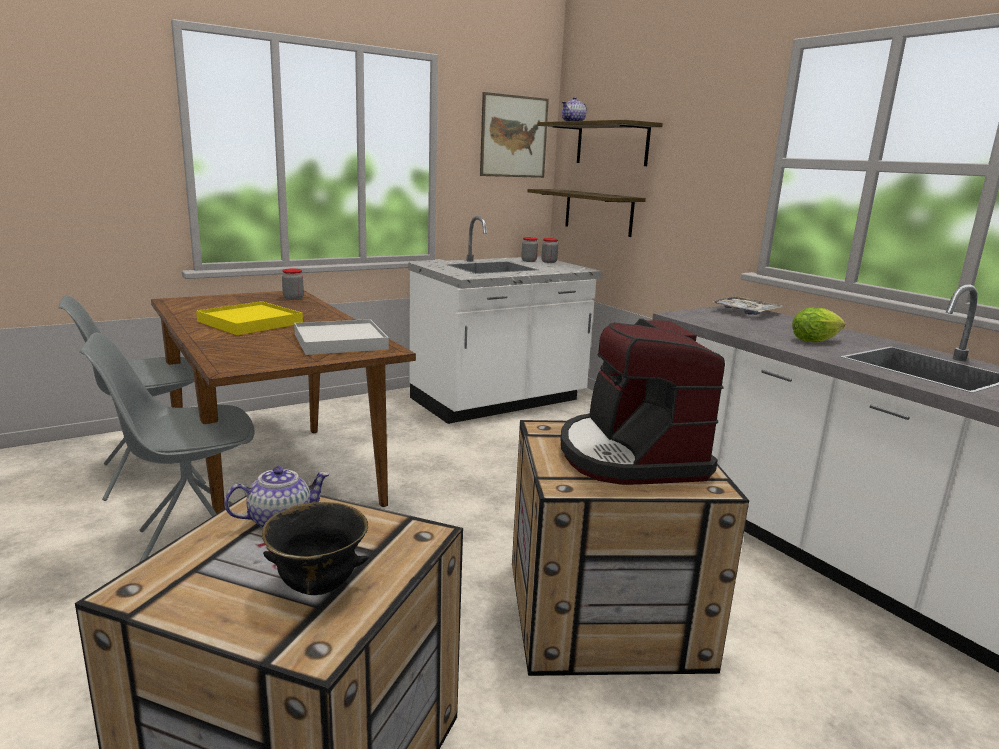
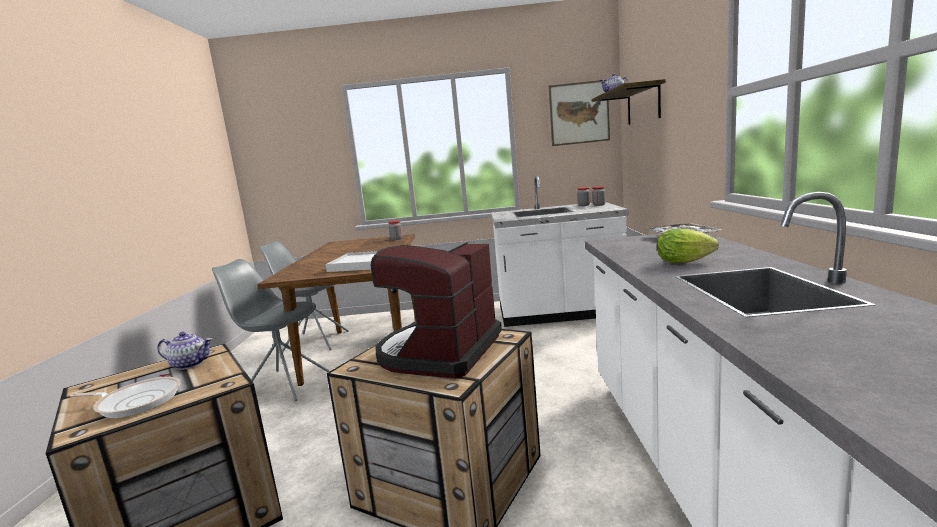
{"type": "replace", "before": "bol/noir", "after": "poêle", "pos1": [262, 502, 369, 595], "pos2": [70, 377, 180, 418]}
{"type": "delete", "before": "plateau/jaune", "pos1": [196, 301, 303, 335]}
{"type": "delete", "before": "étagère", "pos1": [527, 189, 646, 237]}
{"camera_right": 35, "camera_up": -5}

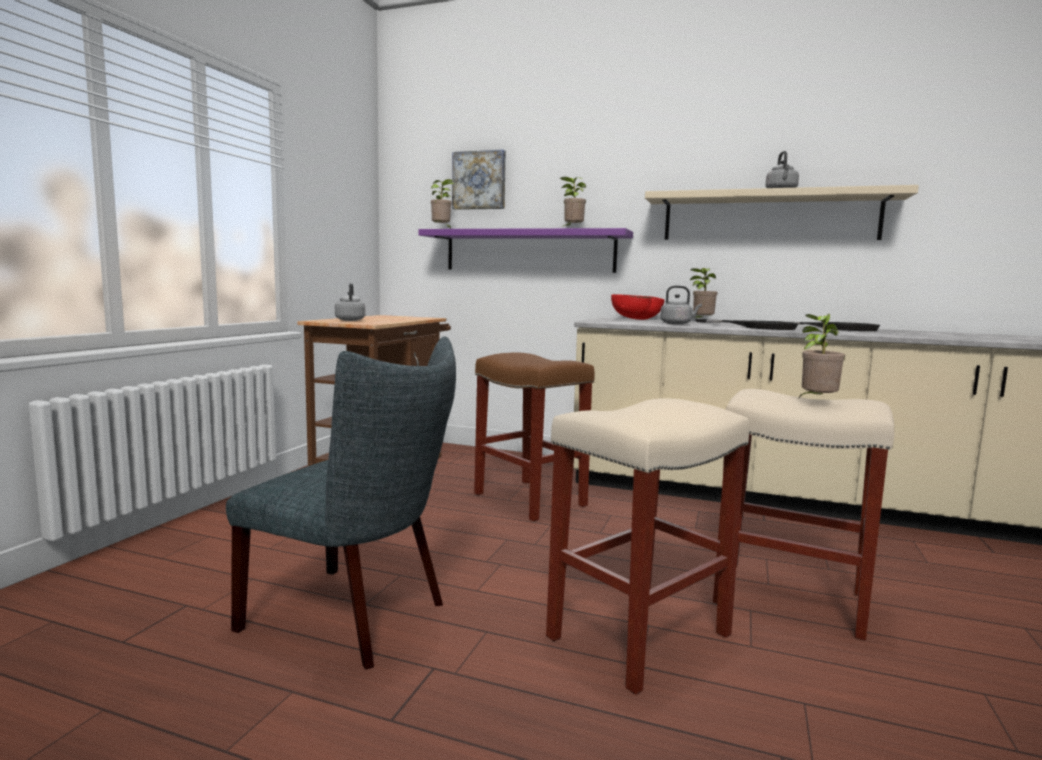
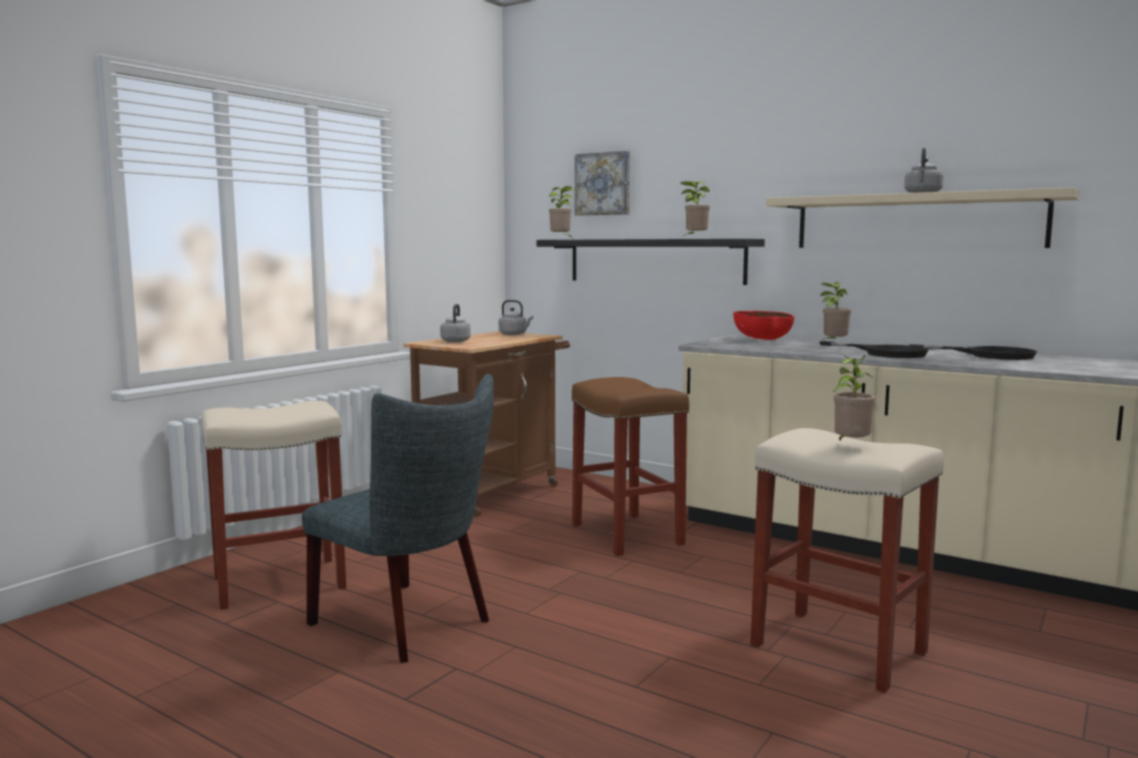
{"type": "move", "before": "tabouret/beige", "pos1": [546, 398, 749, 695], "pos2": [201, 401, 346, 610]}
{"type": "move", "before": "bouilloire/gris", "pos1": [660, 285, 702, 325], "pos2": [499, 300, 533, 335]}
{"type": "recolor", "before": "étagère/violet", "after": "étagère/noir", "pos1": [418, 228, 633, 273], "pos2": [537, 239, 765, 285]}
{"camera_right": 15, "camera_up": 0}

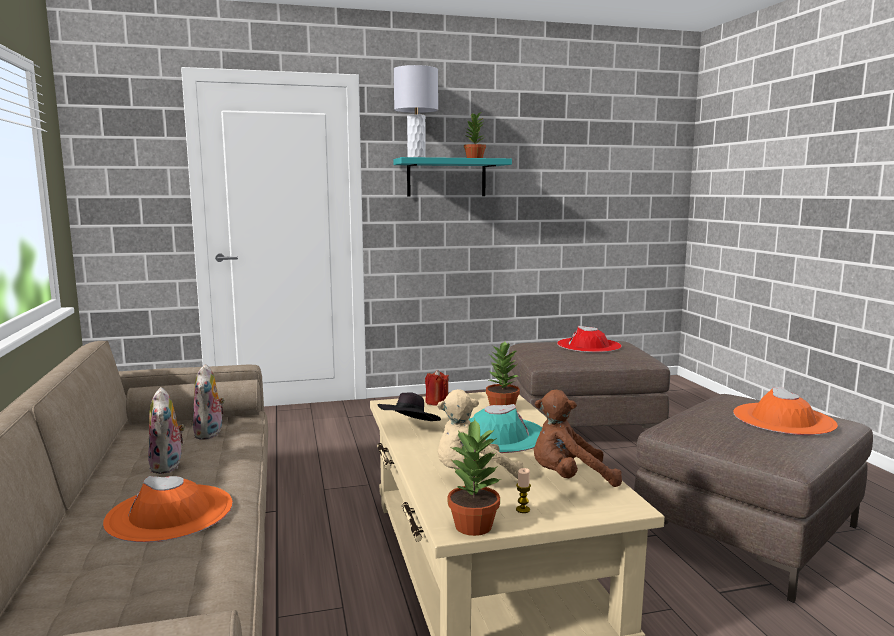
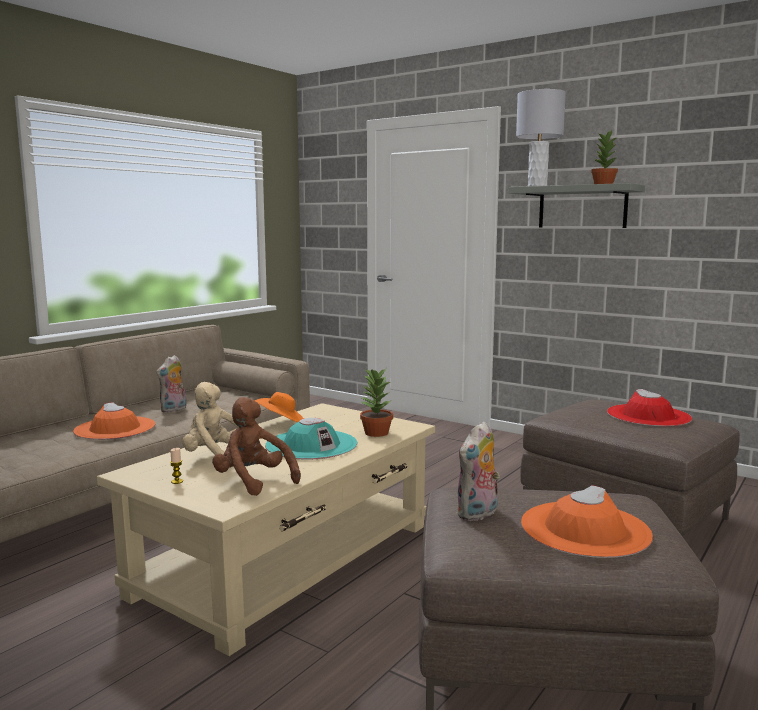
{"type": "recolor", "before": "chapeau/noir", "after": "chapeau/orange", "pos1": [377, 392, 441, 421], "pos2": [254, 392, 304, 422]}
{"type": "move", "before": "peluche", "pos1": [193, 364, 225, 440], "pos2": [456, 421, 500, 521]}
{"type": "recolor", "before": "étagère/turquoise", "after": "étagère/gris", "pos1": [393, 157, 512, 197], "pos2": [508, 183, 645, 228]}
{"type": "delete", "before": "bougie/rouge", "pos1": [425, 370, 449, 406]}
{"type": "delete", "before": "plante en pot", "pos1": [448, 419, 501, 536]}
{"camera_right": 50, "camera_up": 0}

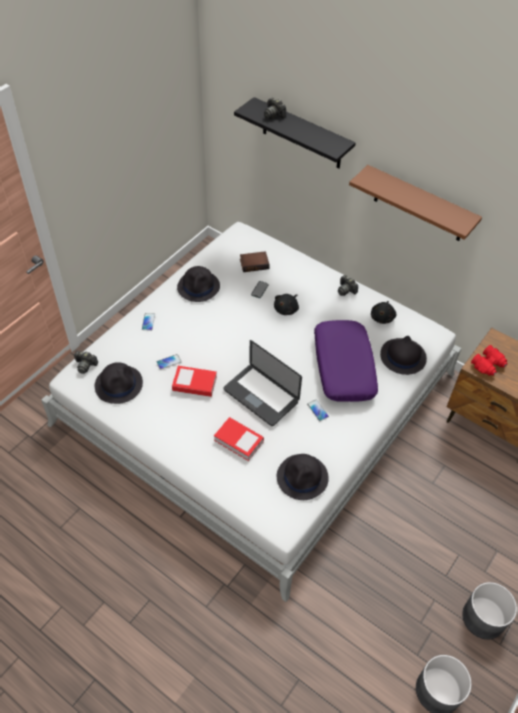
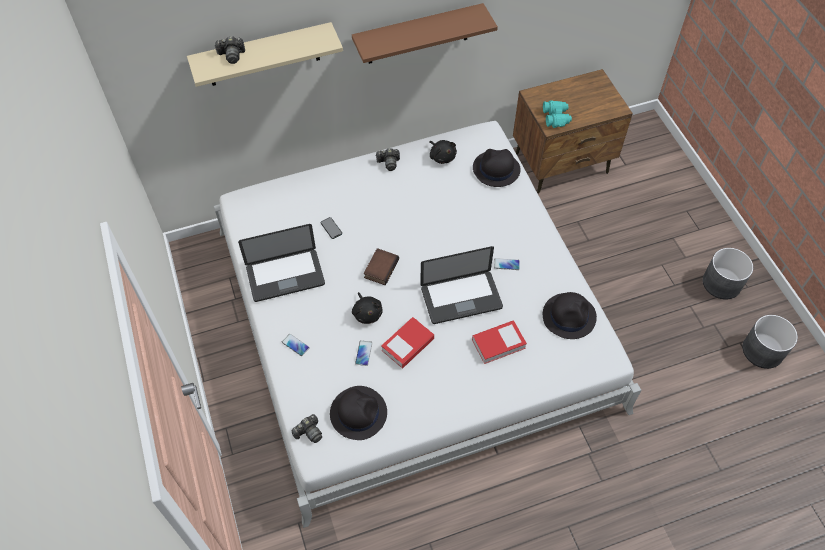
{"type": "recolor", "before": "étagère/noir", "after": "étagère/beige", "pos1": [234, 97, 356, 168], "pos2": [187, 22, 343, 87]}
{"type": "replace", "before": "chapeau/noir", "after": "ordinateur portable", "pos1": [177, 266, 220, 302], "pos2": [238, 224, 325, 302]}
{"type": "move", "before": "peluche/noir", "pos1": [274, 294, 299, 315], "pos2": [352, 292, 383, 324]}
{"type": "move", "before": "livre", "pos1": [240, 251, 270, 272], "pos2": [364, 248, 399, 285]}
{"type": "recolor", "before": "jumelles/rouge", "after": "jumelles/turquoise", "pos1": [471, 345, 508, 376], "pos2": [543, 100, 572, 128]}
{"type": "delete", "before": "coussin/violet", "pos1": [314, 320, 378, 402]}
{"camera_right": -55, "camera_up": 5}

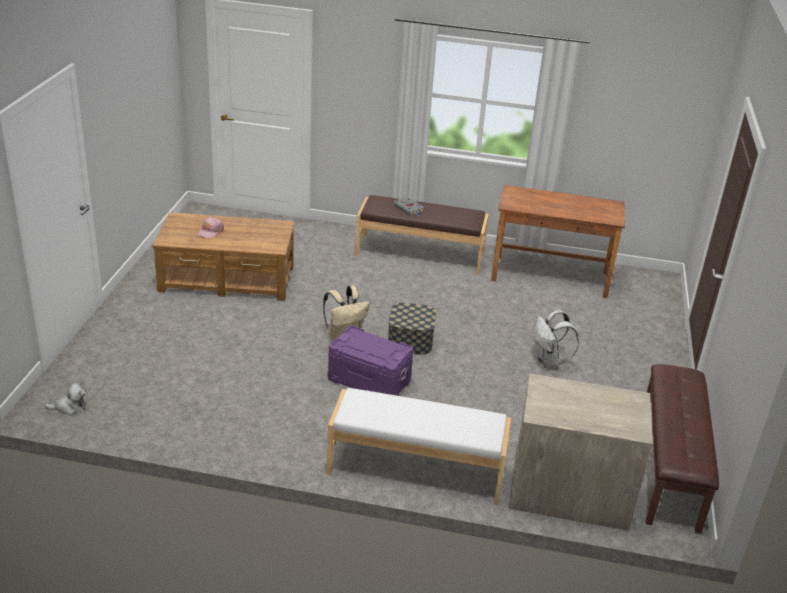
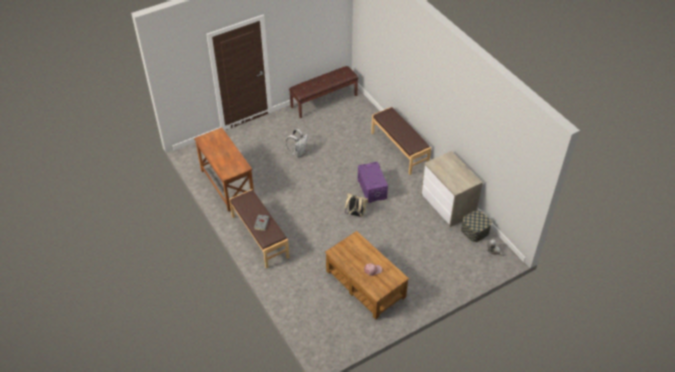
{"type": "recolor", "before": "banc/blanc", "after": "banc/marron", "pos1": [327, 388, 511, 505], "pos2": [371, 107, 431, 175]}
{"type": "move", "before": "commode", "pos1": [509, 373, 653, 531], "pos2": [421, 151, 483, 227]}
{"type": "move", "before": "boîte de rangement", "pos1": [388, 303, 436, 355], "pos2": [461, 210, 492, 242]}
{"camera_right": -130, "camera_up": 15}

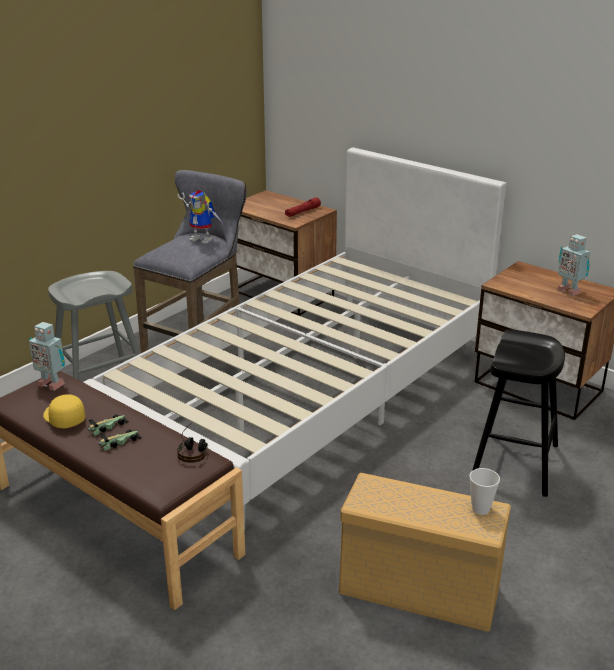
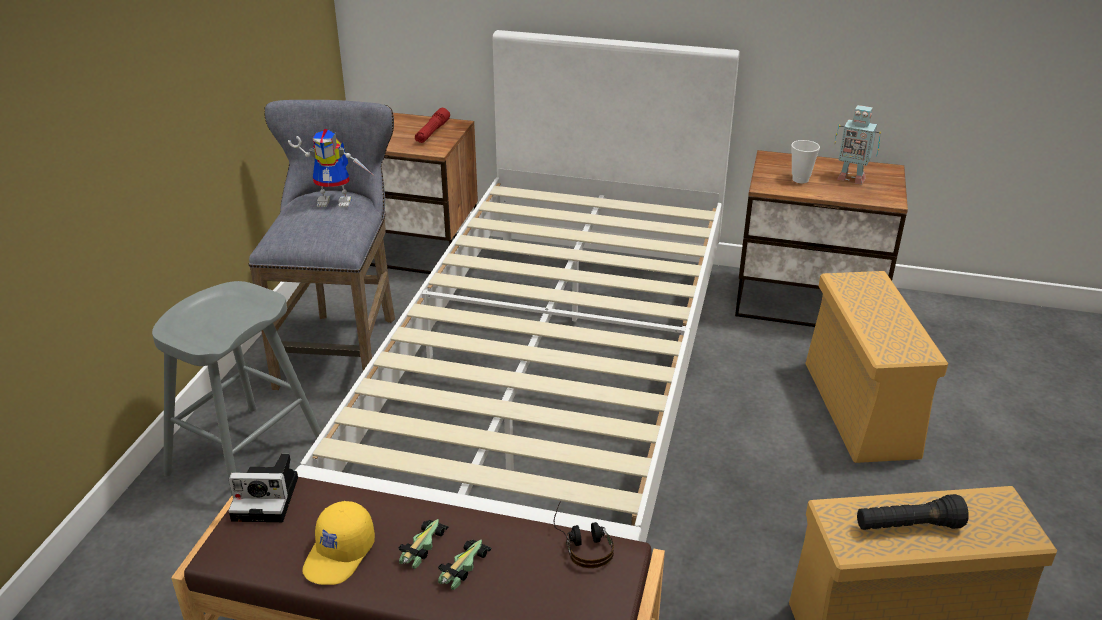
{"type": "replace", "before": "robot jouet", "after": "appareil photo", "pos1": [29, 322, 65, 391], "pos2": [228, 454, 298, 522]}
{"type": "rotate", "before": "casquette/jaune", "pos1": [43, 394, 85, 429], "pos2": [302, 501, 375, 585], "turn": -90}
{"type": "move", "before": "tasse", "pos1": [469, 468, 500, 515], "pos2": [791, 140, 820, 183]}
{"type": "replace", "before": "tabouret/noir", "after": "boîte de rangement/beige", "pos1": [472, 330, 565, 497], "pos2": [805, 271, 948, 463]}
{"type": "insert", "after": "lampe de poche/noir", "pos2": [857, 494, 969, 530]}
{"camera_right": -25, "camera_up": 5}

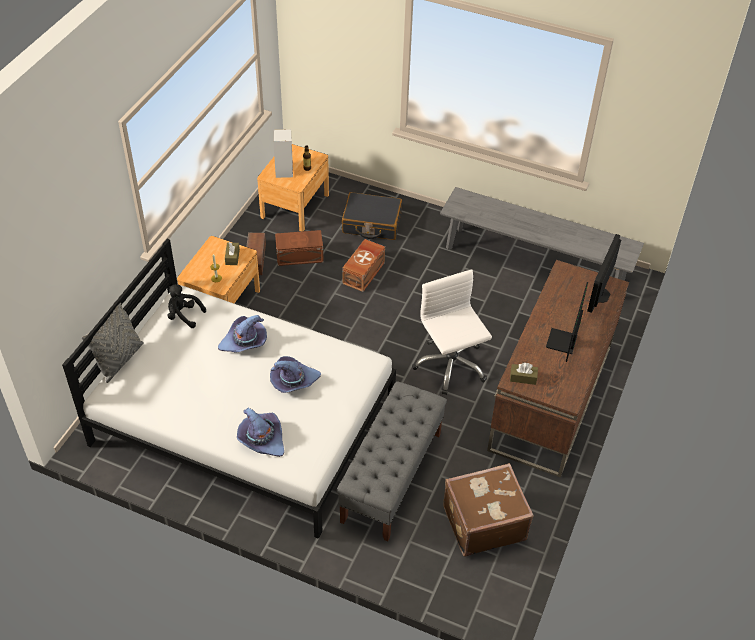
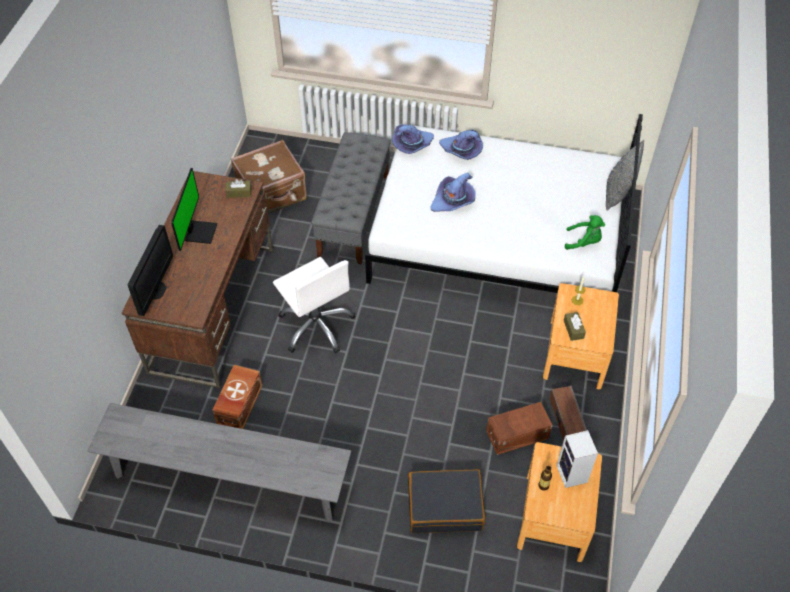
{"type": "move", "before": "boîte de rangement/marron", "pos1": [342, 239, 385, 292], "pos2": [212, 365, 262, 429]}
{"type": "move", "before": "chapeau/violet", "pos1": [218, 315, 267, 353], "pos2": [392, 124, 434, 154]}
{"type": "recolor", "before": "peluche/noir", "after": "peluche/vert", "pos1": [167, 285, 206, 328], "pos2": [565, 215, 605, 250]}
{"camera_right": 170, "camera_up": 5}

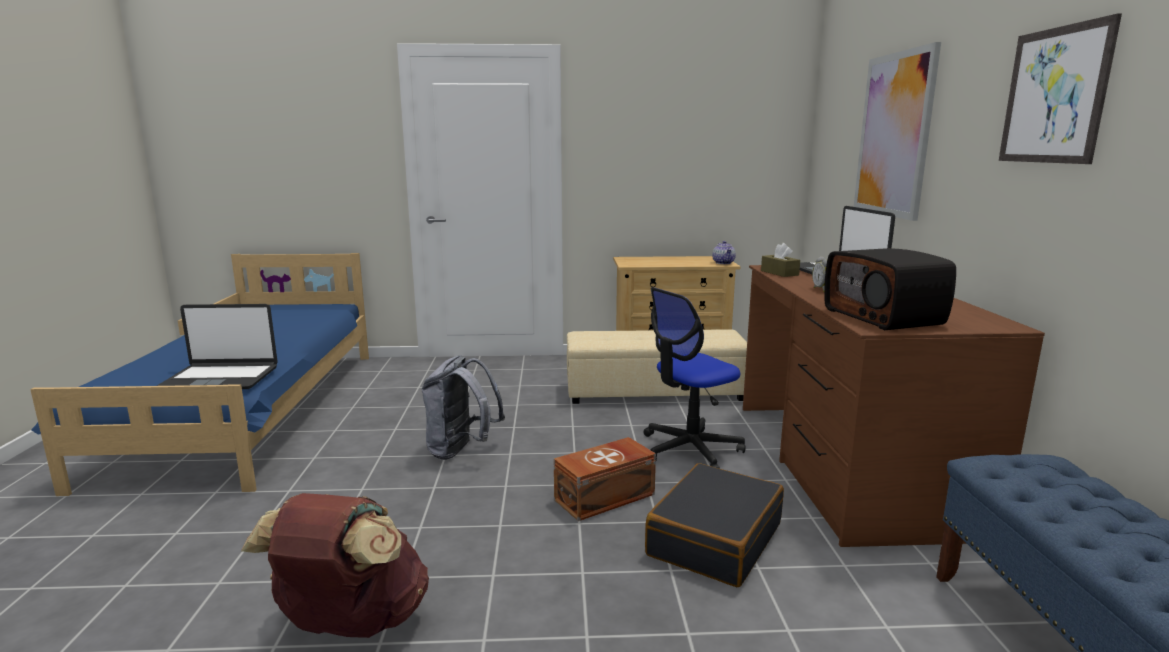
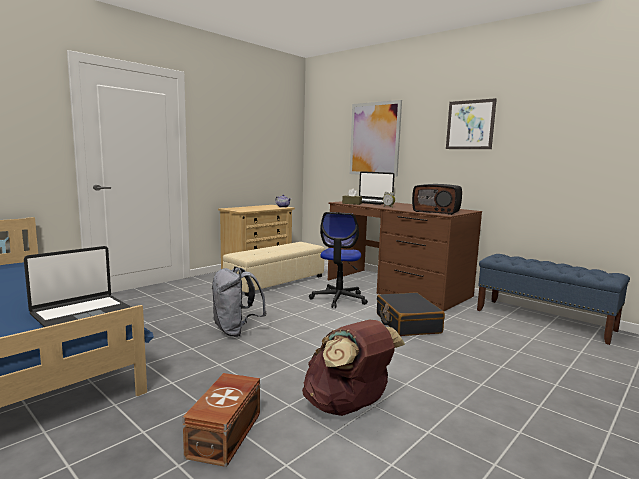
{"type": "move", "before": "boîte de rangement/marron", "pos1": [554, 437, 656, 521], "pos2": [183, 373, 260, 467]}
{"camera_right": -45, "camera_up": -5}

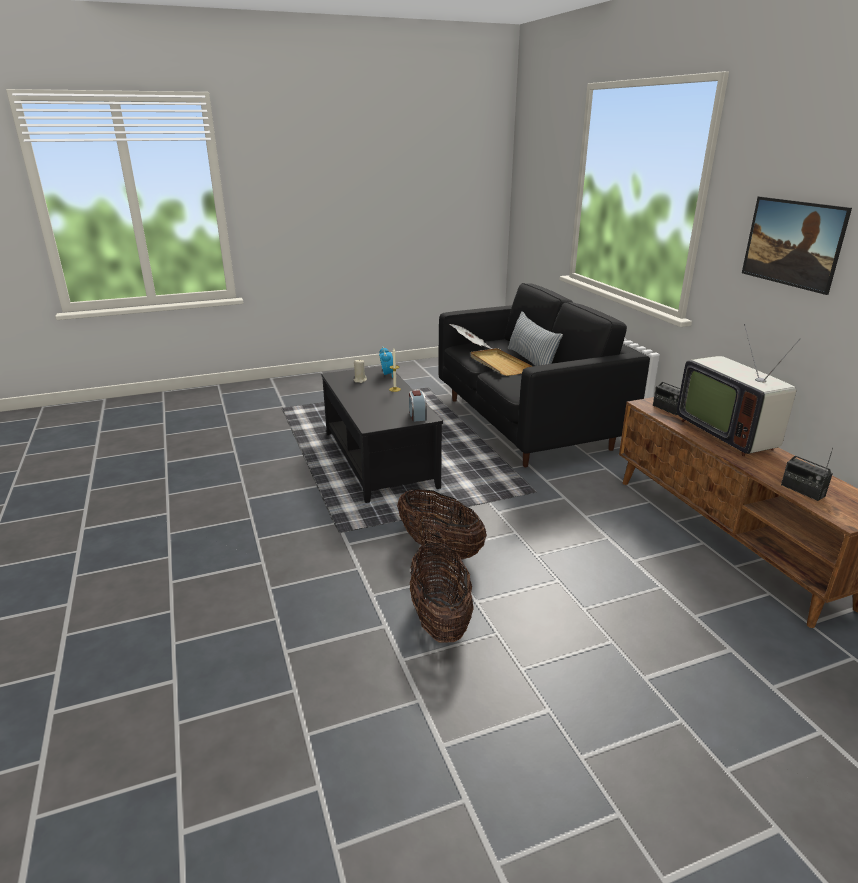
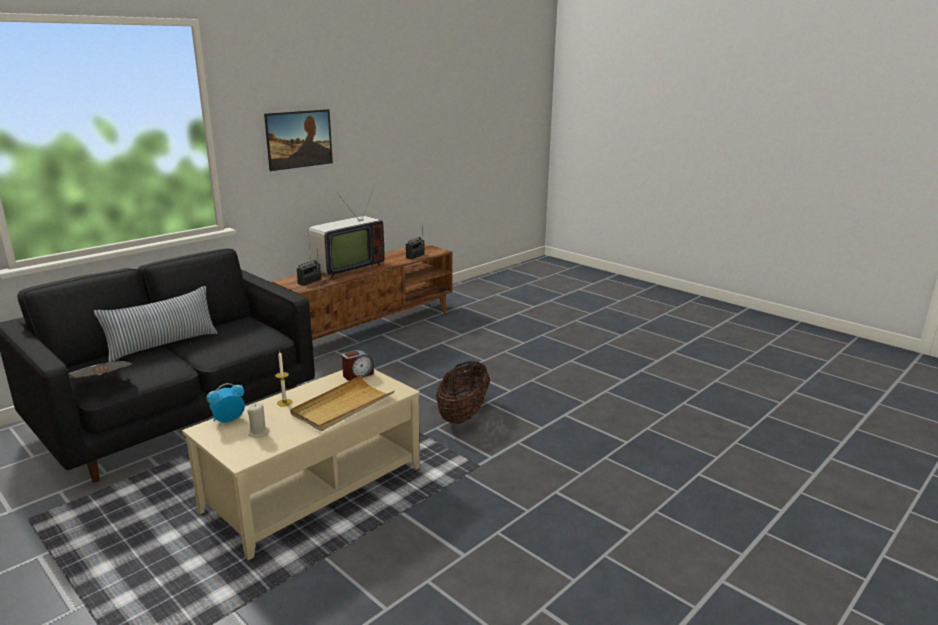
{"type": "recolor", "before": "table basse/noir", "after": "table basse/beige", "pos1": [321, 366, 443, 503], "pos2": [182, 369, 420, 560]}
{"type": "move", "before": "plateau/beige", "pos1": [471, 348, 532, 376], "pos2": [290, 375, 395, 431]}
{"type": "delete", "before": "panier", "pos1": [410, 541, 474, 643]}
{"camera_right": -115, "camera_up": -5}

